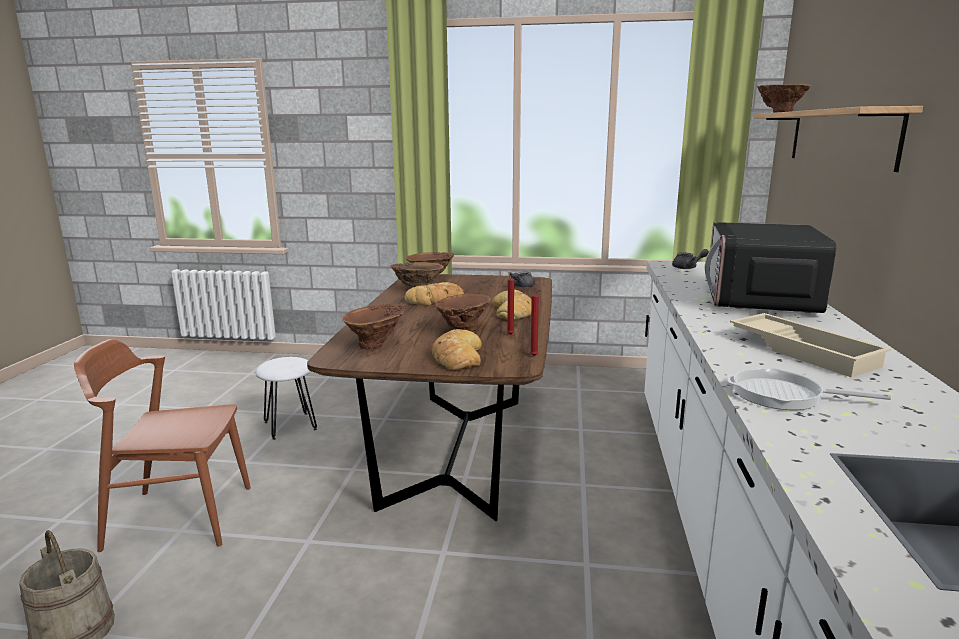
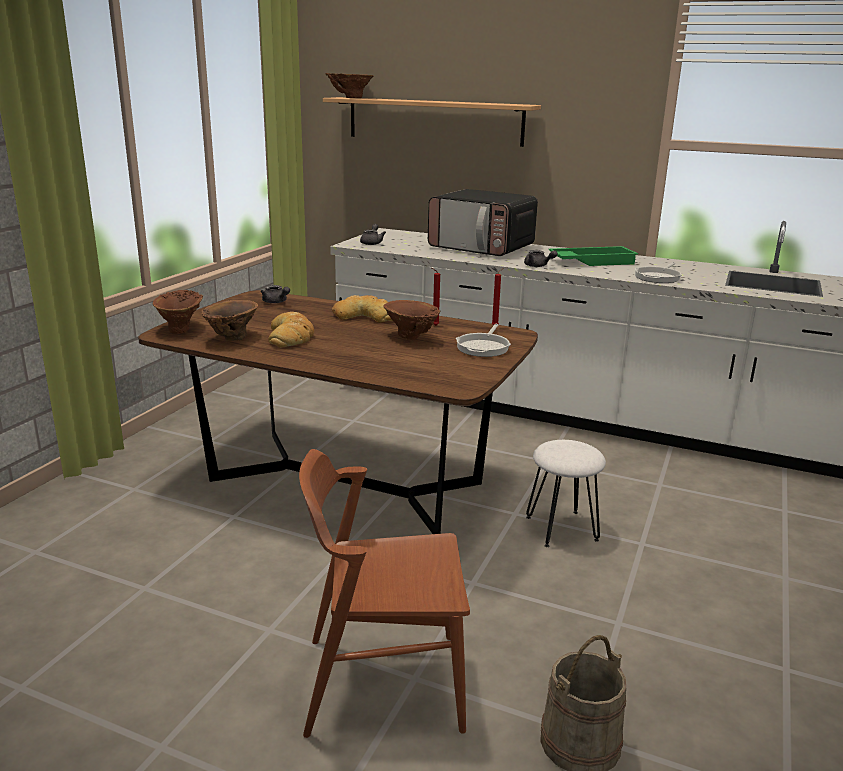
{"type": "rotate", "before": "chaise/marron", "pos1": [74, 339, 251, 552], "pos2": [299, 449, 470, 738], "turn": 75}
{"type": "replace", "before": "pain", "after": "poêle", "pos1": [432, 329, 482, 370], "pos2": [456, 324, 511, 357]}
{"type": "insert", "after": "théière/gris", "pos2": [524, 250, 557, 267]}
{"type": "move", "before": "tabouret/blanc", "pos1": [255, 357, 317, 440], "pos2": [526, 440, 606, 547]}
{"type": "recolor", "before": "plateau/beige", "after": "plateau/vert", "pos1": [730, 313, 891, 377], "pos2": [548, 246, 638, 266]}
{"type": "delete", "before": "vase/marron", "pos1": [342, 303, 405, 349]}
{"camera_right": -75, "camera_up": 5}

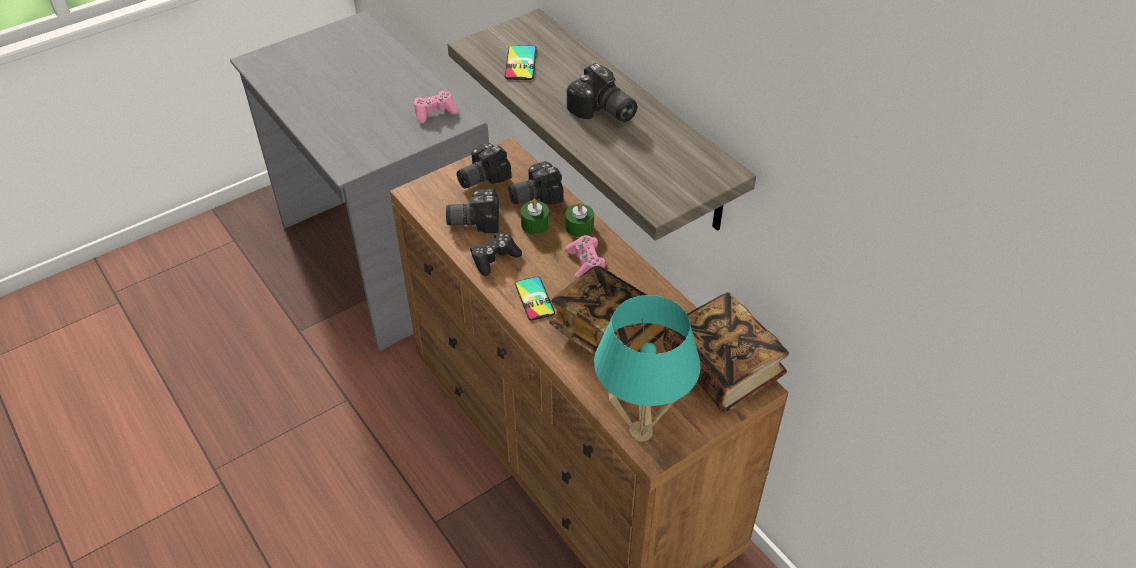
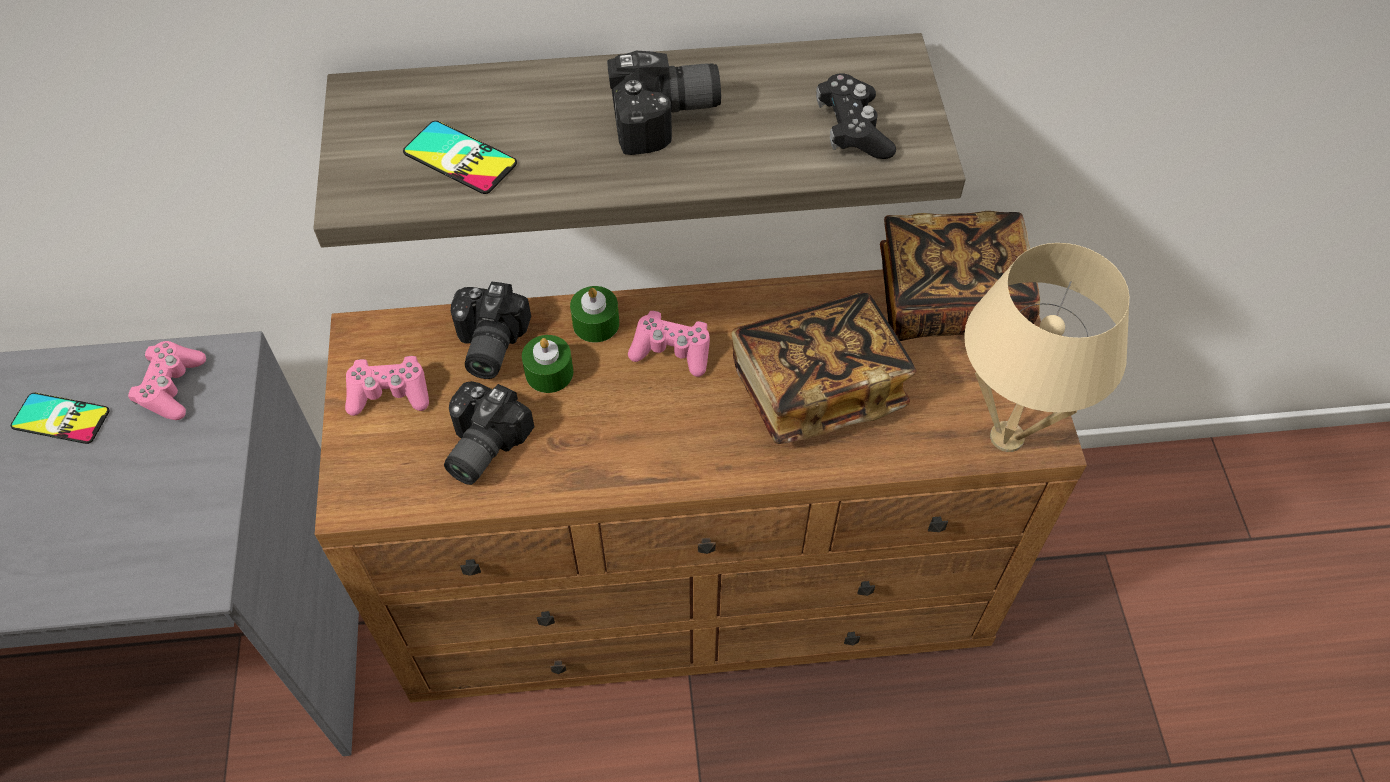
{"type": "move", "before": "téléphone", "pos1": [515, 276, 555, 321], "pos2": [11, 393, 110, 444]}
{"type": "replace", "before": "appareil photo", "after": "manette/rose", "pos1": [457, 142, 511, 188], "pos2": [345, 356, 429, 416]}
{"type": "move", "before": "manette/noir", "pos1": [470, 231, 522, 276], "pos2": [816, 73, 896, 159]}
{"type": "recolor", "before": "lampe de table/turquoise", "after": "lampe de table/beige", "pos1": [594, 295, 701, 442], "pos2": [964, 243, 1129, 452]}
{"camera_right": -60, "camera_up": 10}

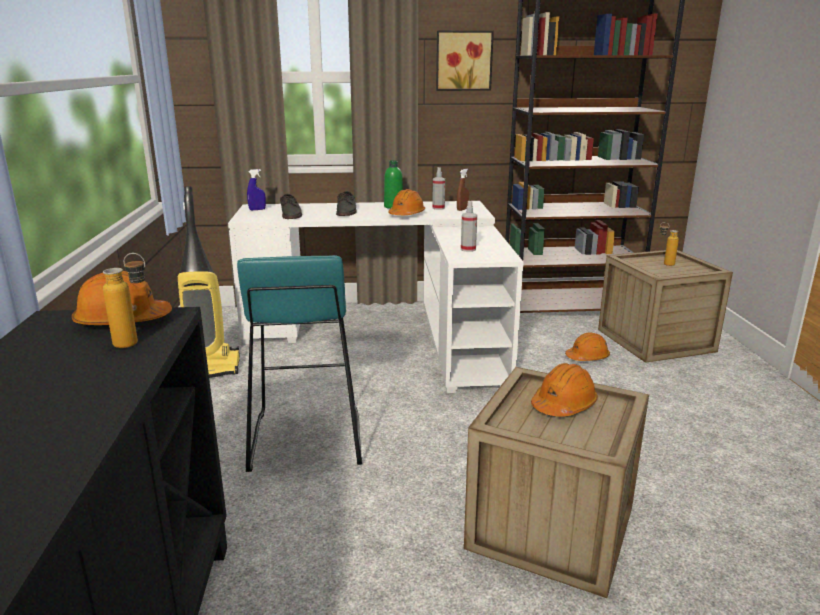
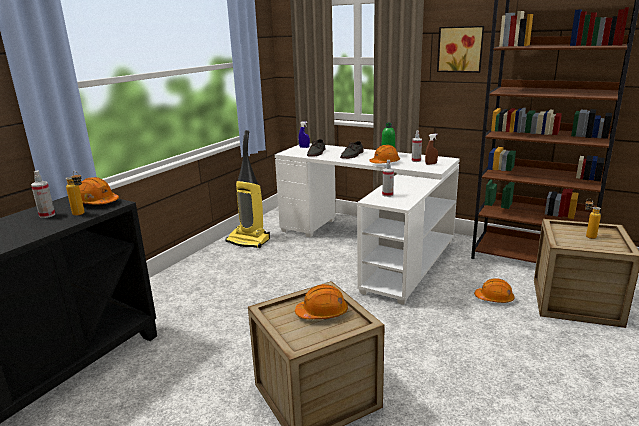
{"type": "insert", "after": "vaporisateur", "pos2": [31, 170, 55, 218]}
{"type": "delete", "before": "tabouret/turquoise", "pos1": [237, 255, 362, 472]}
{"camera_right": 35, "camera_up": 0}

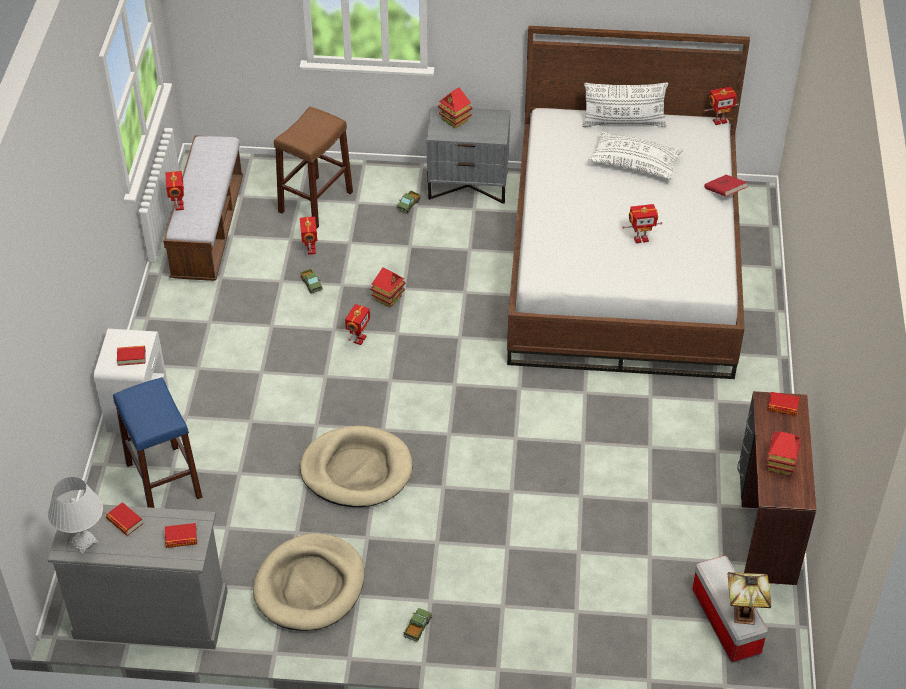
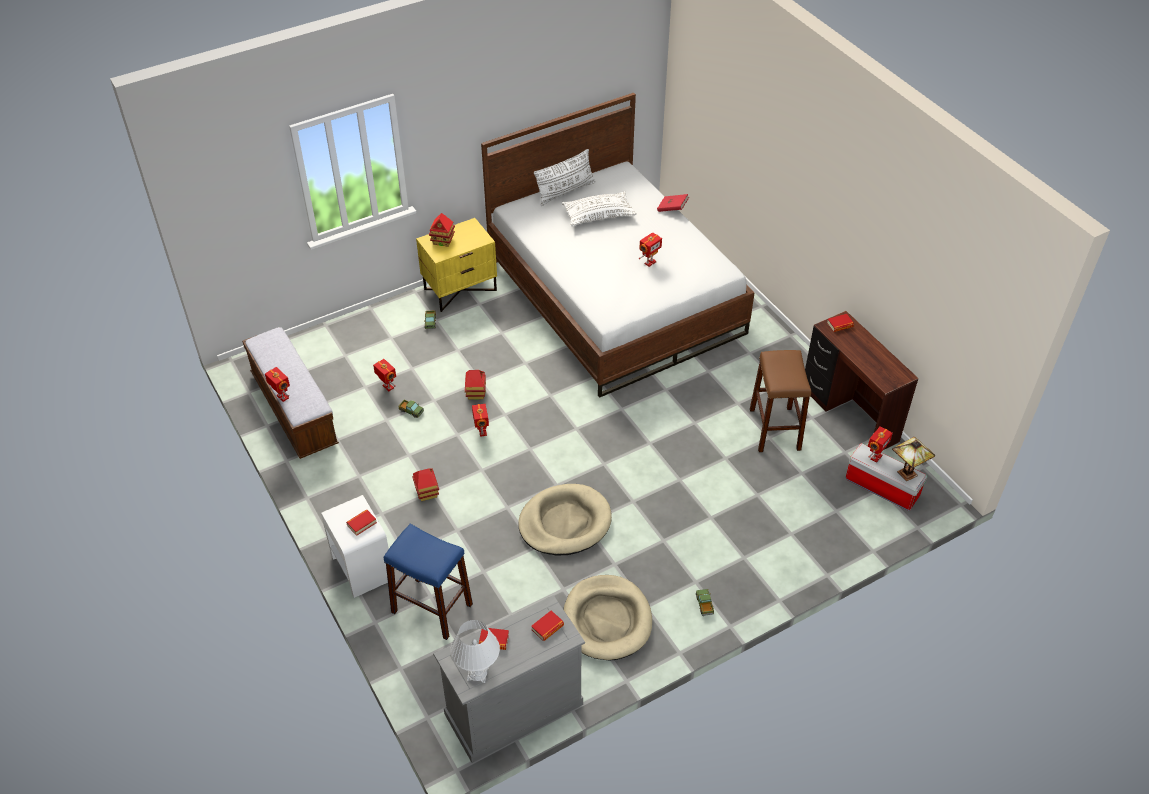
{"type": "move", "before": "maison miniature", "pos1": [766, 432, 801, 475], "pos2": [412, 468, 439, 501]}
{"type": "recolor", "before": "table de chevet/gris", "after": "table de chevet/jaune", "pos1": [427, 106, 510, 204], "pos2": [416, 218, 497, 312]}
{"type": "move", "before": "tabouret/marron", "pos1": [274, 107, 353, 229], "pos2": [750, 350, 811, 452]}
{"type": "move", "before": "robot jouet", "pos1": [704, 87, 739, 125], "pos2": [868, 426, 893, 463]}
{"camera_right": -35, "camera_up": 0}

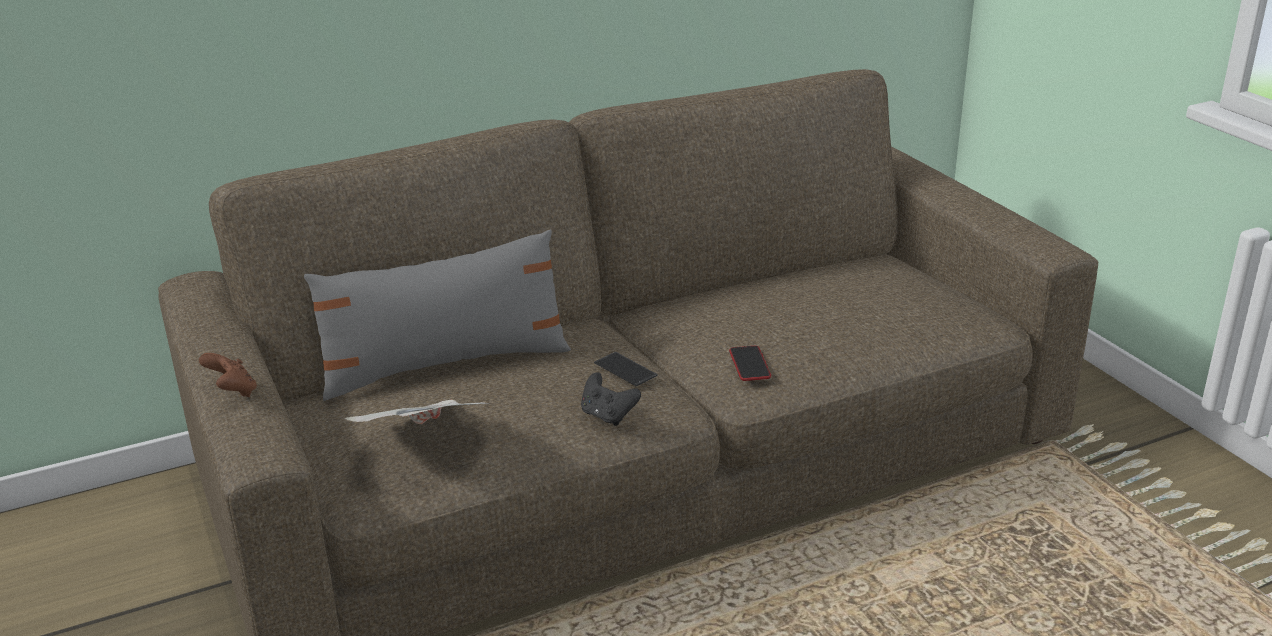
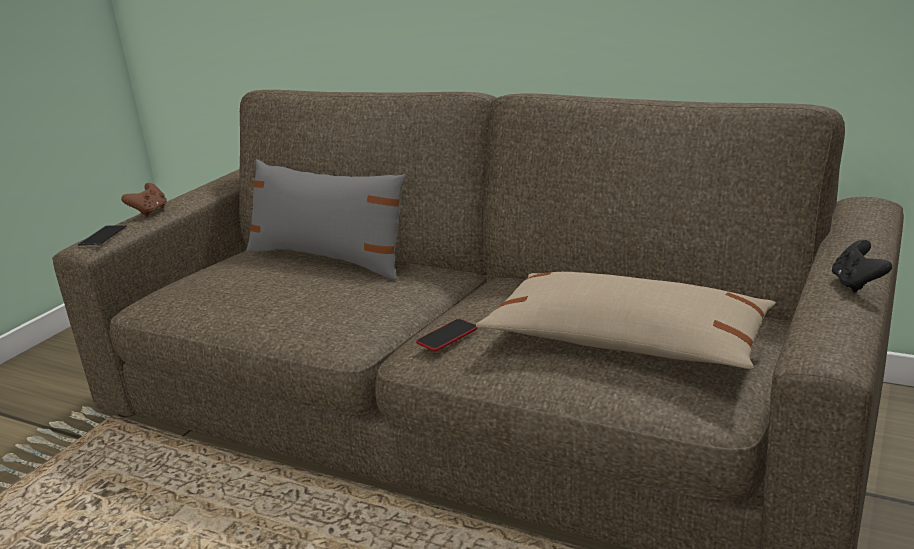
{"type": "move", "before": "téléphone", "pos1": [594, 352, 658, 386], "pos2": [78, 225, 127, 246]}
{"type": "insert", "after": "coussin/beige", "pos2": [476, 272, 776, 369]}
{"type": "move", "before": "manette/noir", "pos1": [581, 372, 641, 426], "pos2": [832, 240, 892, 293]}
{"type": "delete", "before": "journal", "pos1": [345, 400, 492, 424]}
{"camera_right": 55, "camera_up": -5}

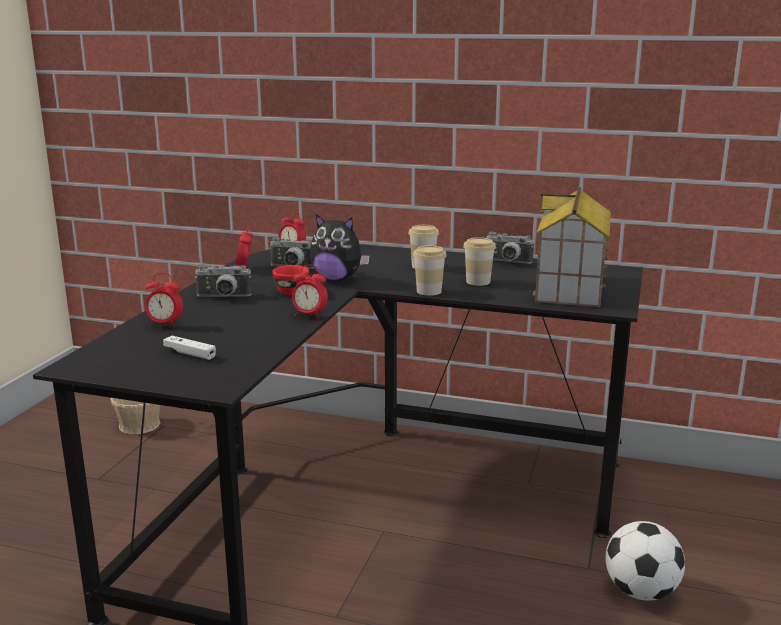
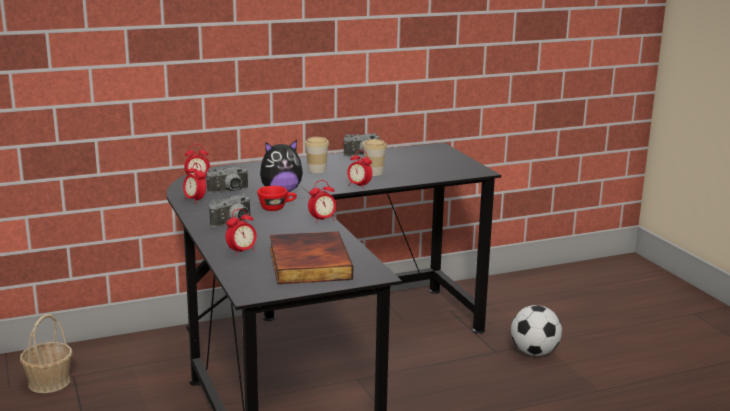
{"type": "replace", "before": "manette/blanc", "after": "livre", "pos1": [163, 336, 216, 360], "pos2": [270, 231, 353, 284]}
{"type": "replace", "before": "tasse", "after": "réveil", "pos1": [413, 246, 446, 296], "pos2": [347, 150, 372, 189]}
{"type": "delete", "before": "maison miniature", "pos1": [533, 187, 611, 307]}
{"camera_right": -40, "camera_up": 0}

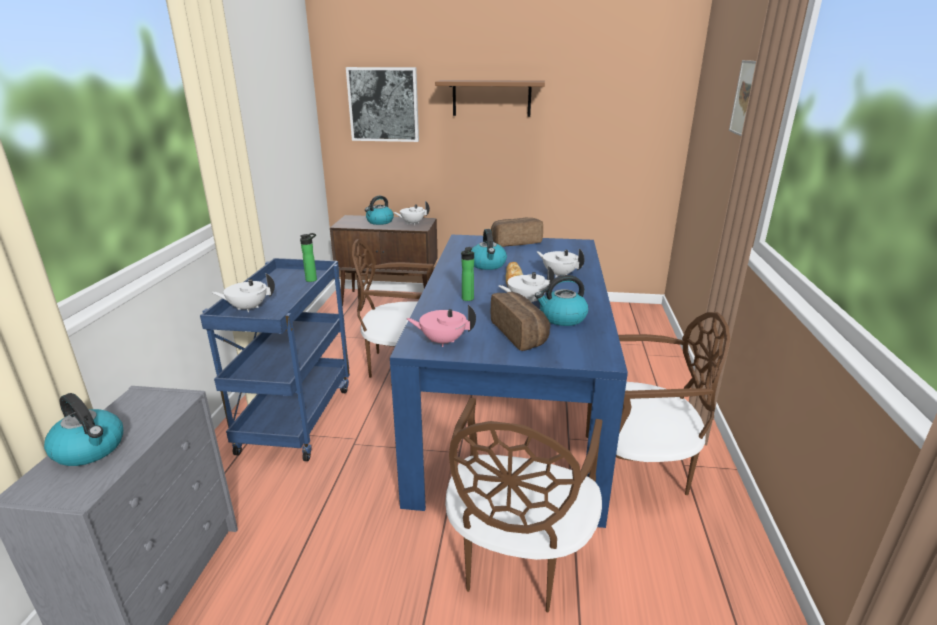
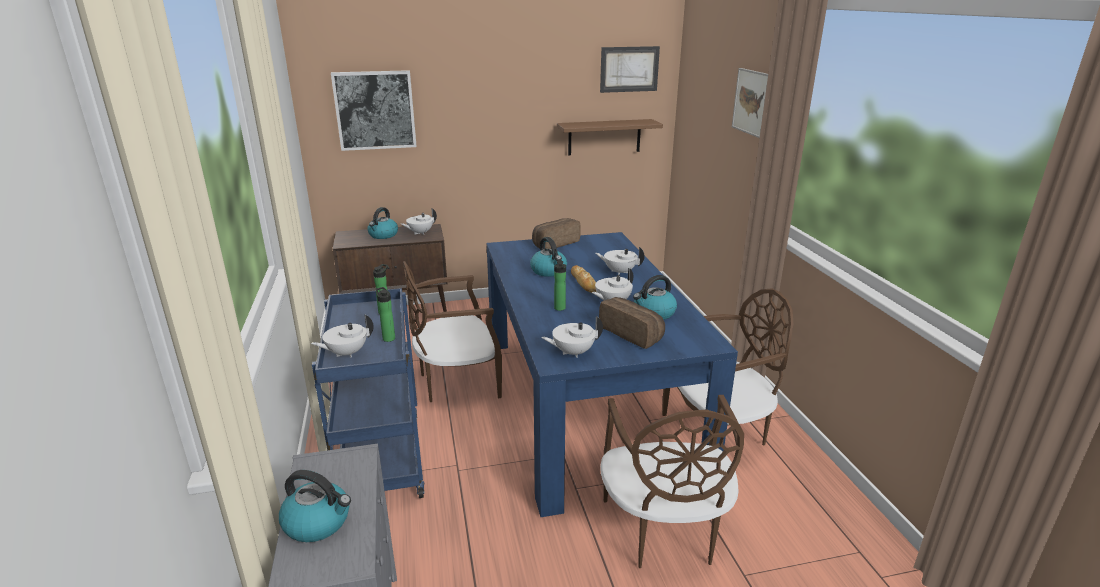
{"type": "insert", "after": "bouteille", "pos2": [376, 287, 395, 342]}
{"type": "recolor", "before": "théière/rose", "after": "théière/blanc", "pos1": [407, 305, 476, 347], "pos2": [541, 316, 603, 358]}
{"type": "move", "before": "étagère/marron", "pos1": [435, 80, 545, 117], "pos2": [557, 119, 663, 155]}
{"type": "insert", "after": "tableau", "pos2": [600, 46, 660, 93]}
{"camera_right": -20, "camera_up": 0}

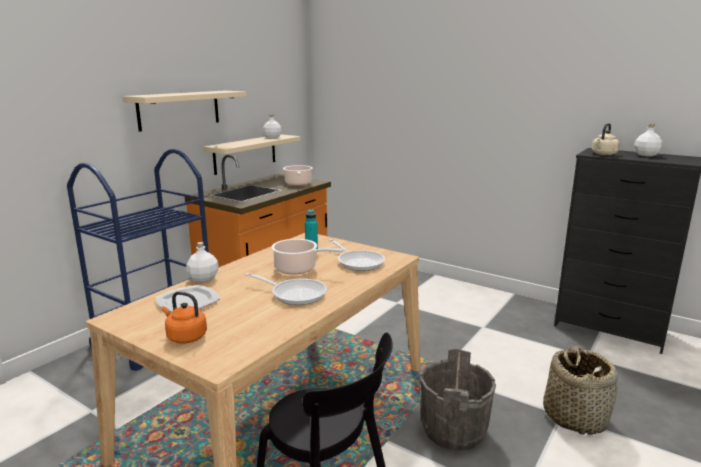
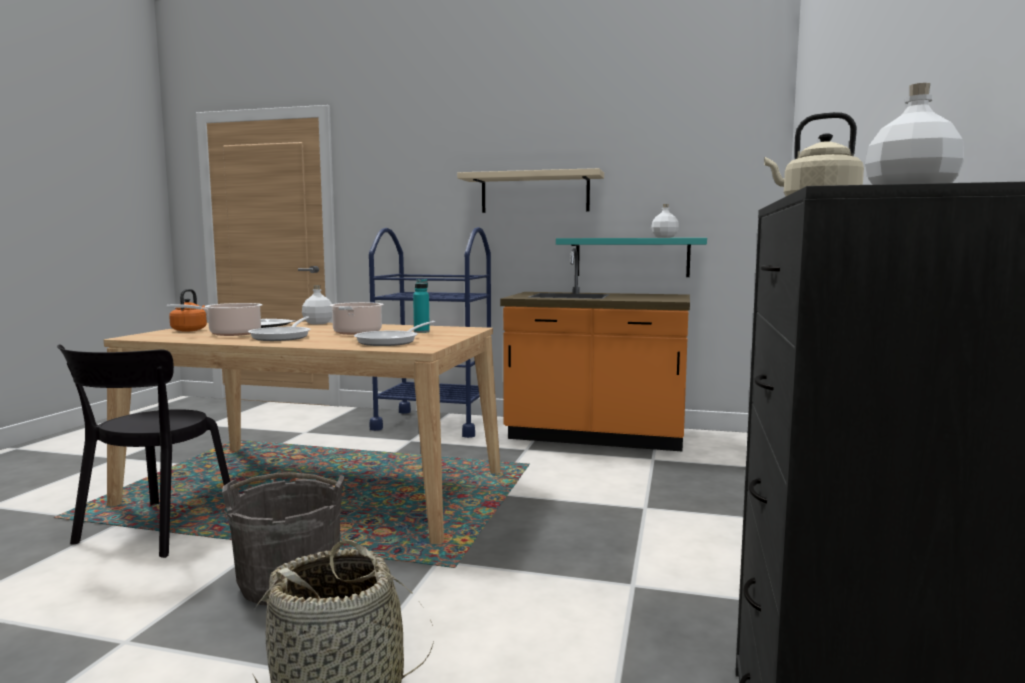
{"type": "move", "before": "marmite", "pos1": [283, 165, 313, 186], "pos2": [166, 303, 262, 336]}
{"type": "recolor", "before": "étagère/beige", "after": "étagère/turquoise", "pos1": [203, 134, 301, 175], "pos2": [556, 238, 707, 277]}
{"camera_right": 70, "camera_up": -10}

